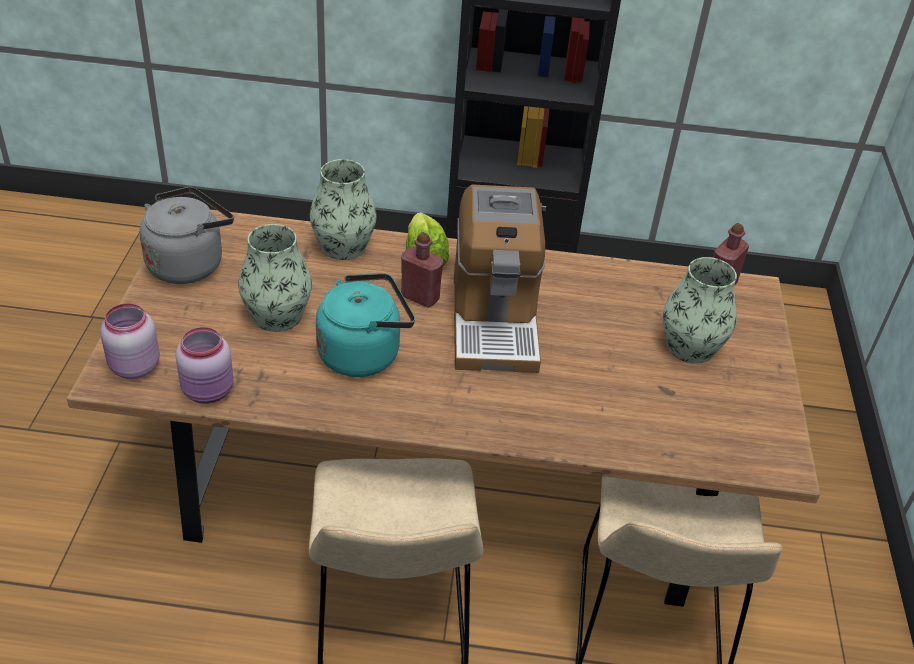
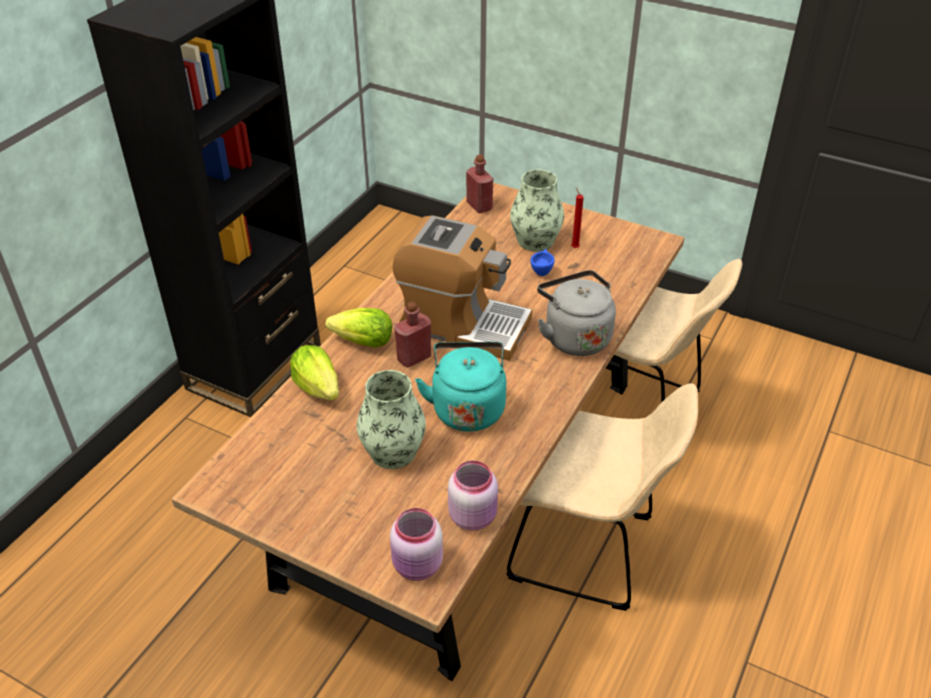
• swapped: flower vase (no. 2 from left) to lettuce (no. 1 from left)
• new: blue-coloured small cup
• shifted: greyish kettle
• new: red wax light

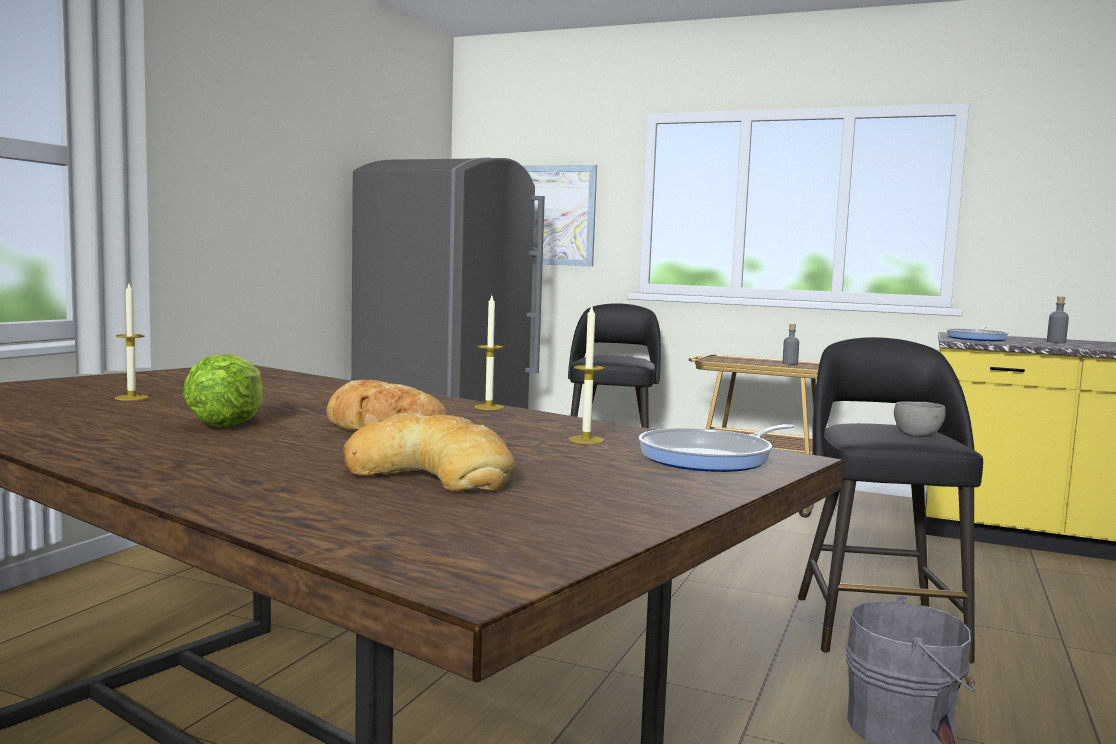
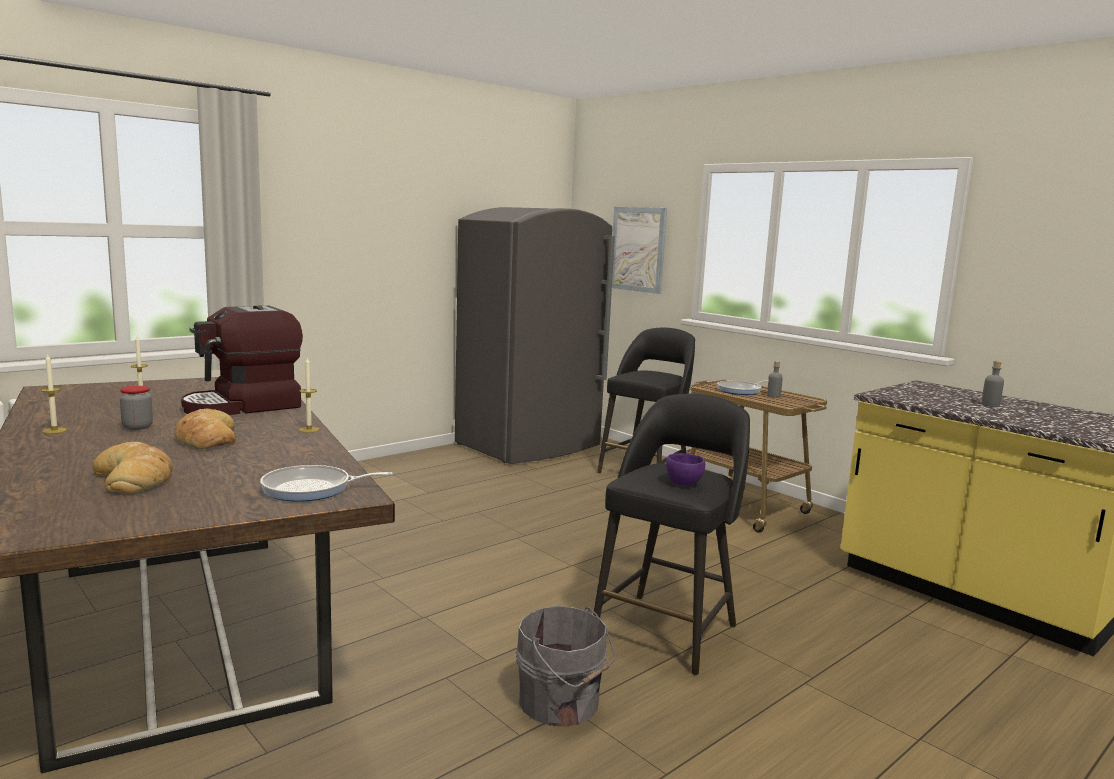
• shifted: wax light (no. 3 from left in the first image) to wax light (no. 1 from left)
• swapped: lettuce to jar
• new: coffee brewer
• repainted: greyish deep dish to purplish deep dish
• shifted: frying pan (no. 2 from left)

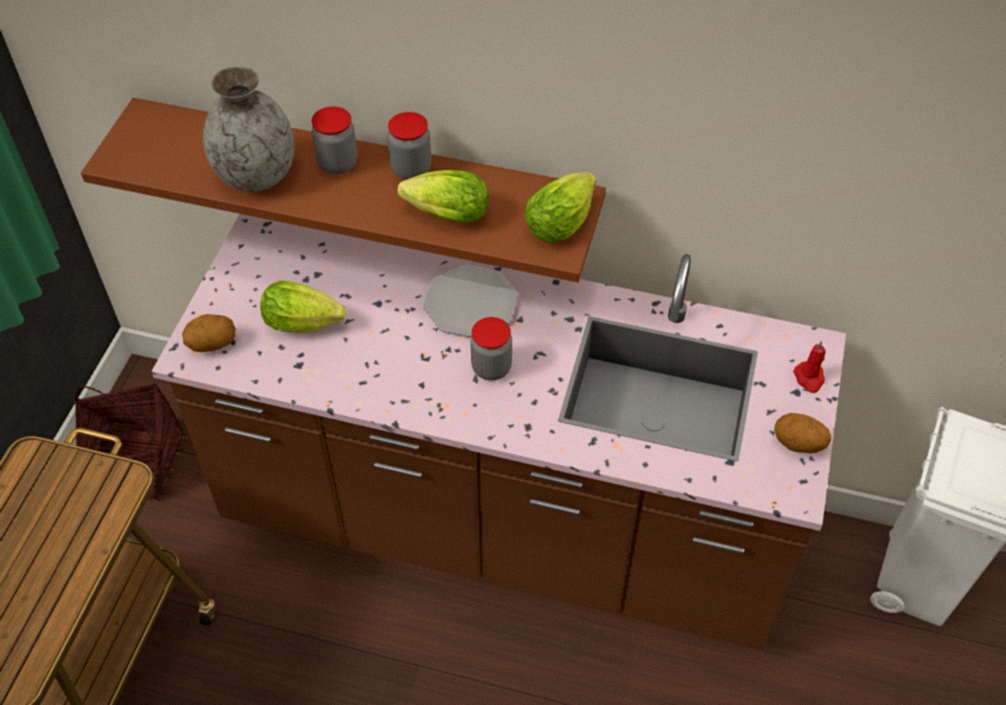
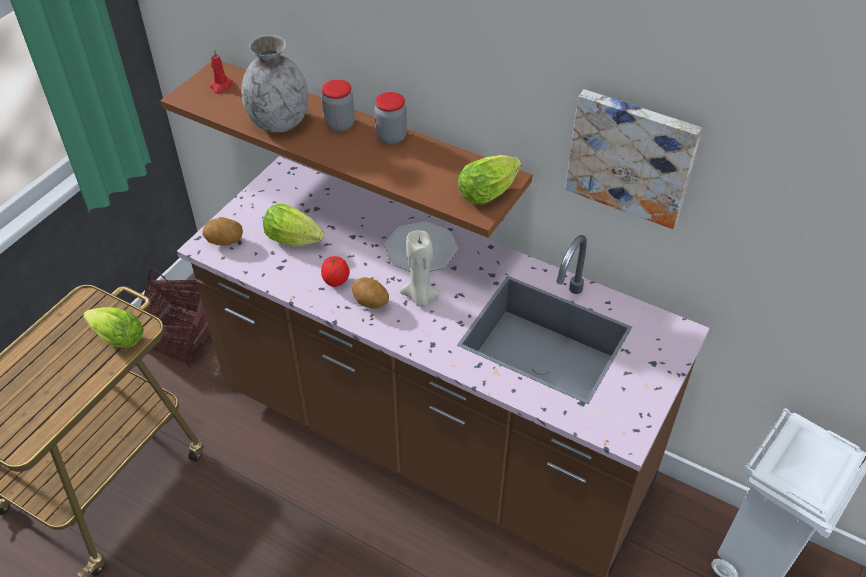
• shifted: lettuce (no. 2 from left in the first image) to lettuce (no. 1 from left)
• shifted: red wax light
• new: fresh tomato
• shifted: whole potato (no. 2 from left)
• swapped: jar (no. 3 from left) to sand-coloured wax light
• new: wall picture

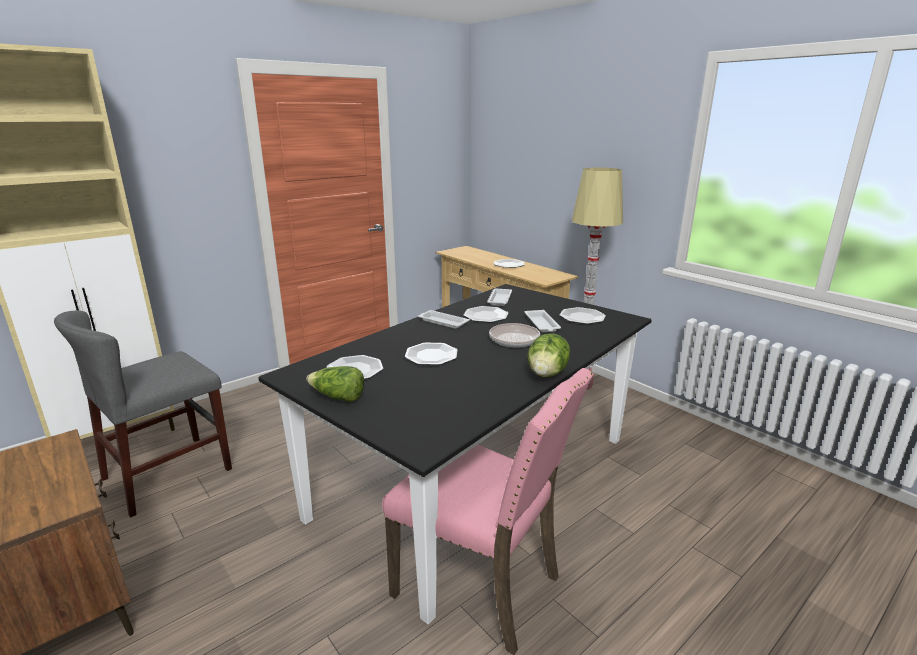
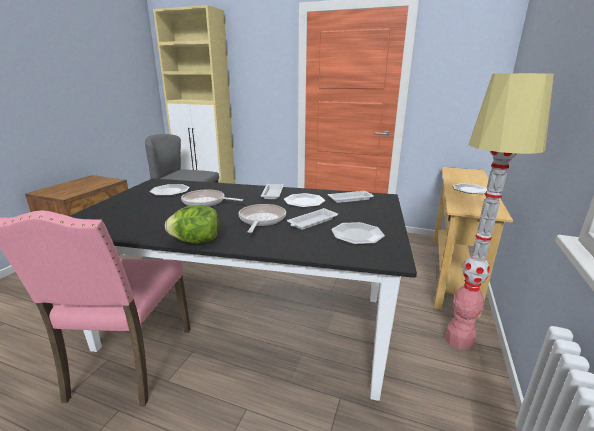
• swapped: dinner plate (no. 2 from left) to frying pan (no. 1 from left)
• gone: lettuce (no. 1 from left)

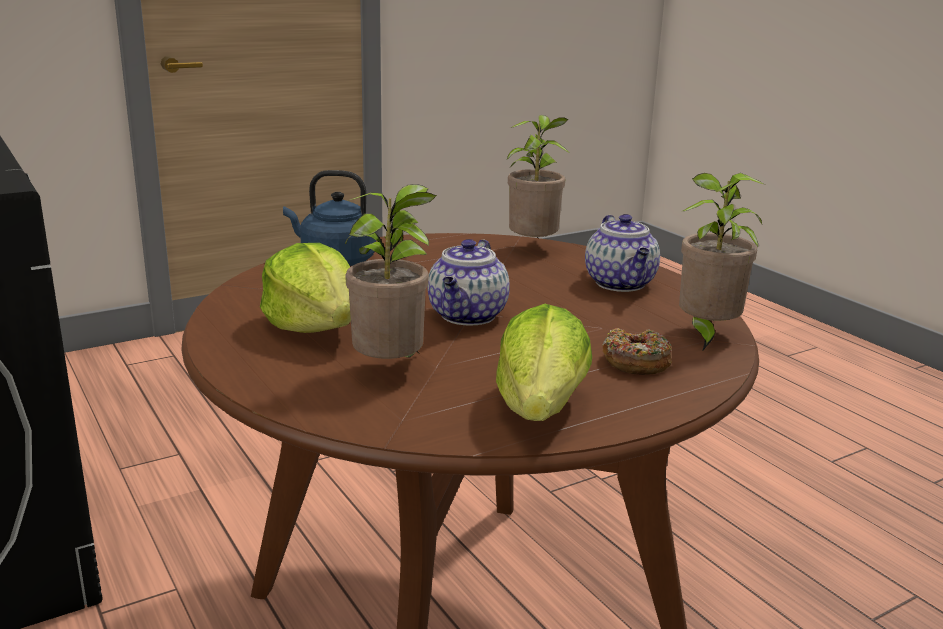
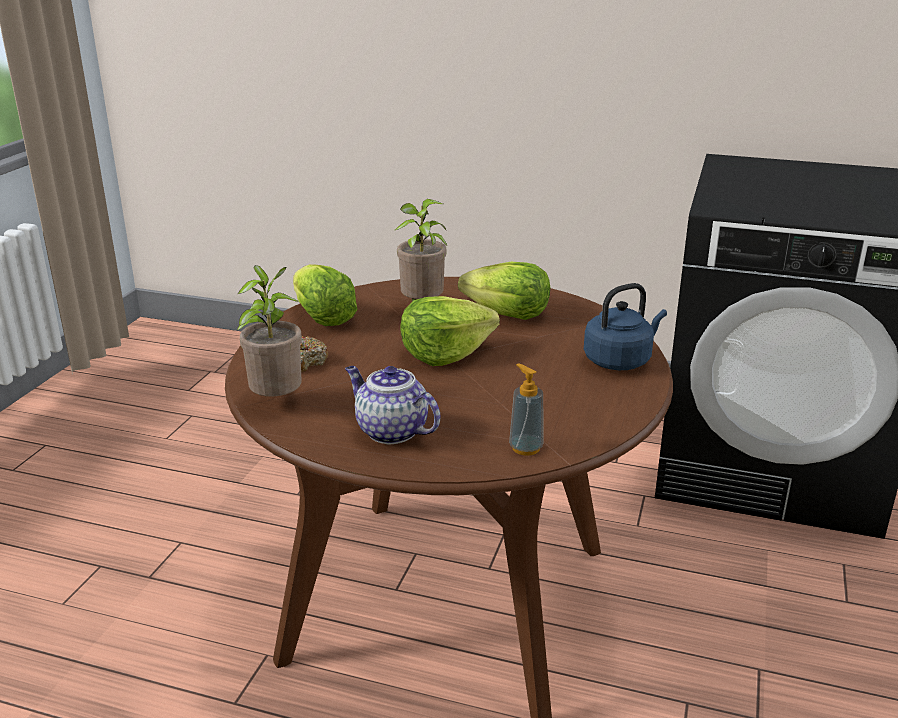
• swapped: tea pot (no. 1 from left) to lettuce (no. 2 from left)
• swapped: plant in a pot (no. 2 from left) to soap bottle

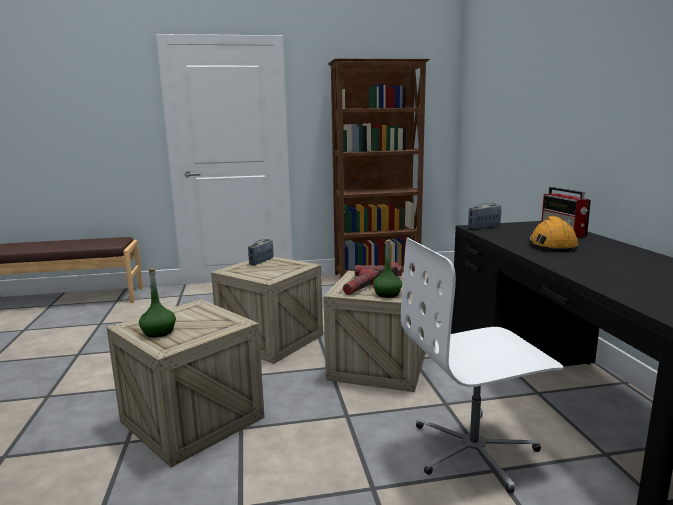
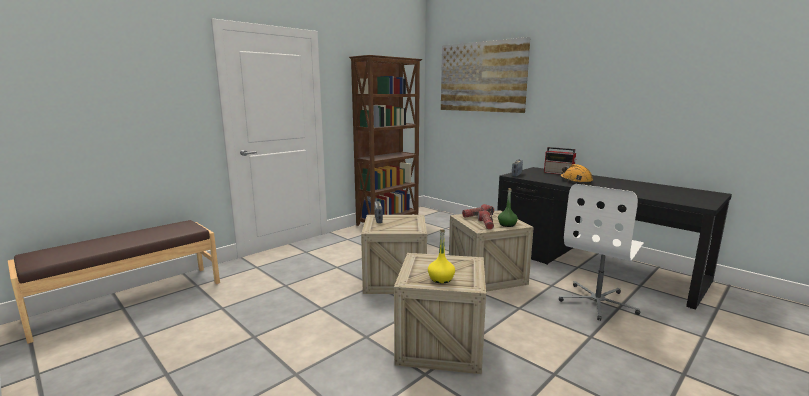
• repainted: greenish drink bottle (no. 1 from left) to yellowish drink bottle
• new: wall picture

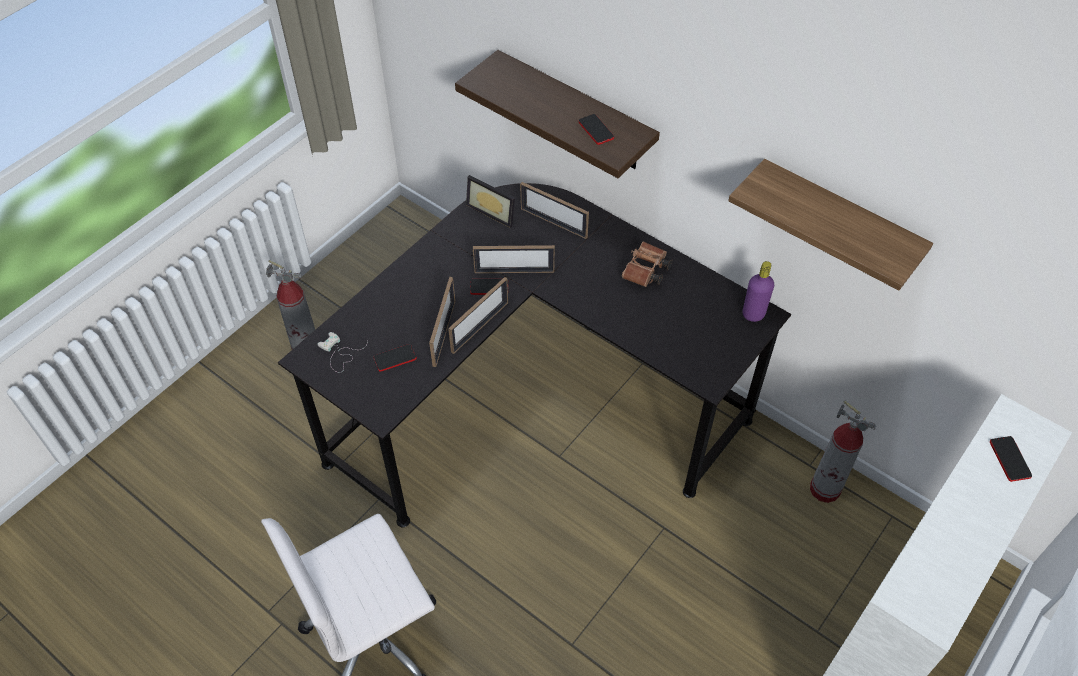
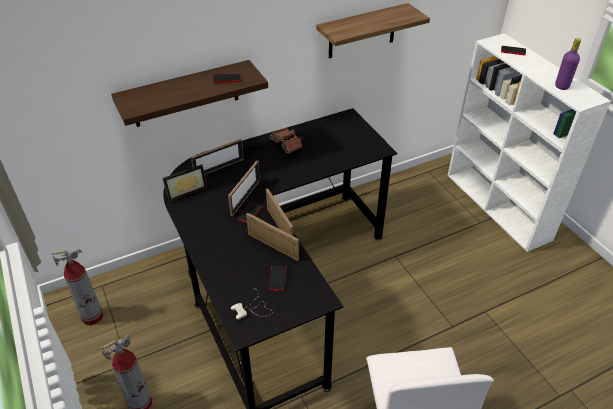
• shifted: fire extinguisher (no. 2 from left in the first image) to fire extinguisher (no. 1 from left)
• shifted: purplish drink bottle

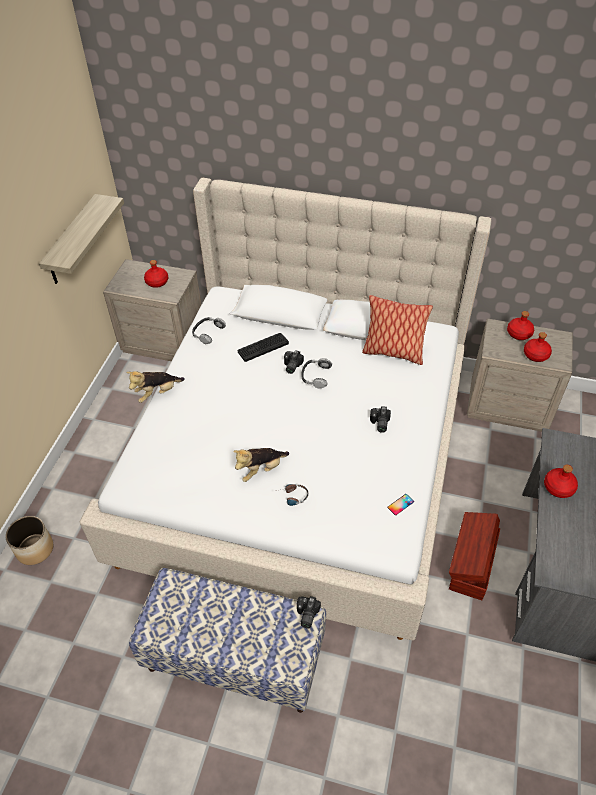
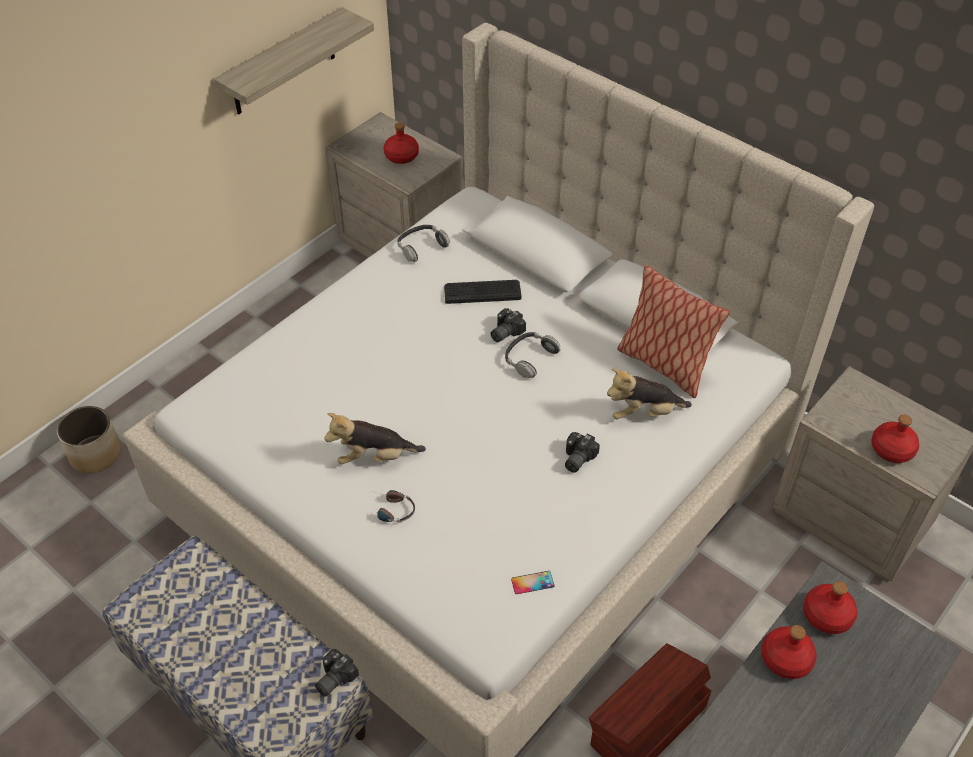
• shifted: cuddly toy (no. 1 from left in the first image) to cuddly toy (no. 2 from left)
• shifted: red drink bottle (no. 2 from left in the first image) to red drink bottle (no. 3 from left)

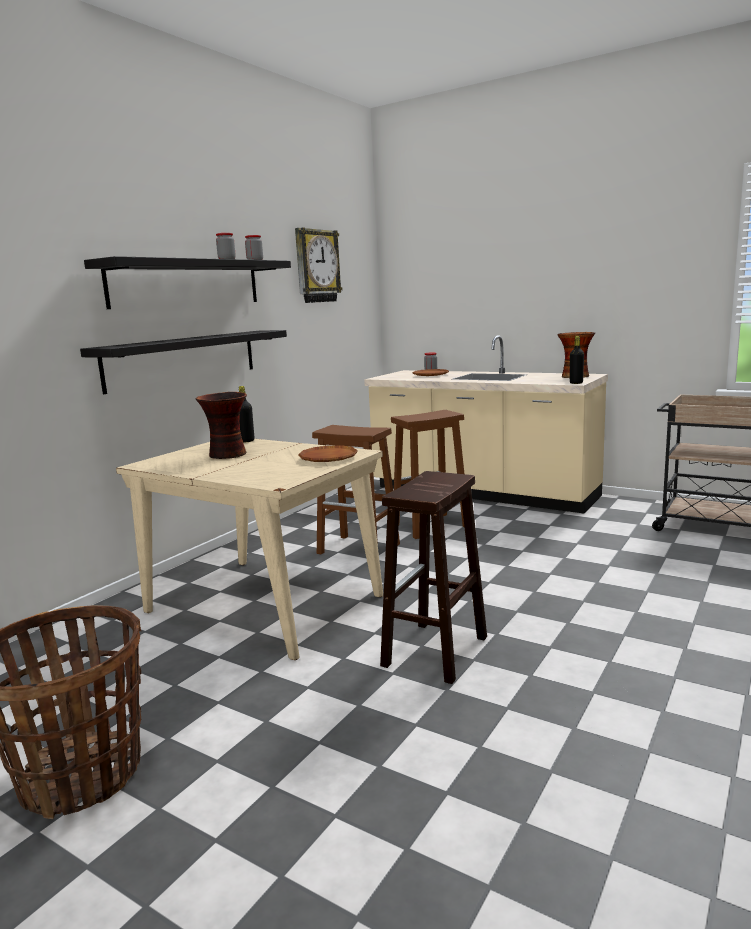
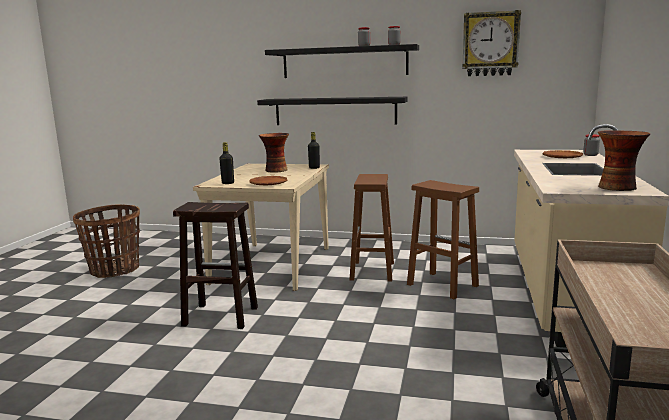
• shifted: black-coloured drink bottle (no. 2 from left in the first image) to black-coloured drink bottle (no. 1 from left)

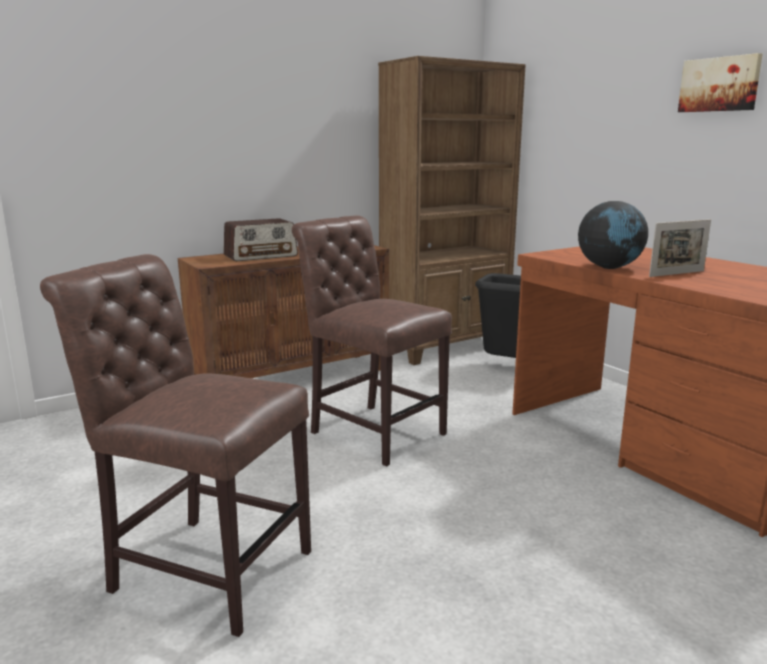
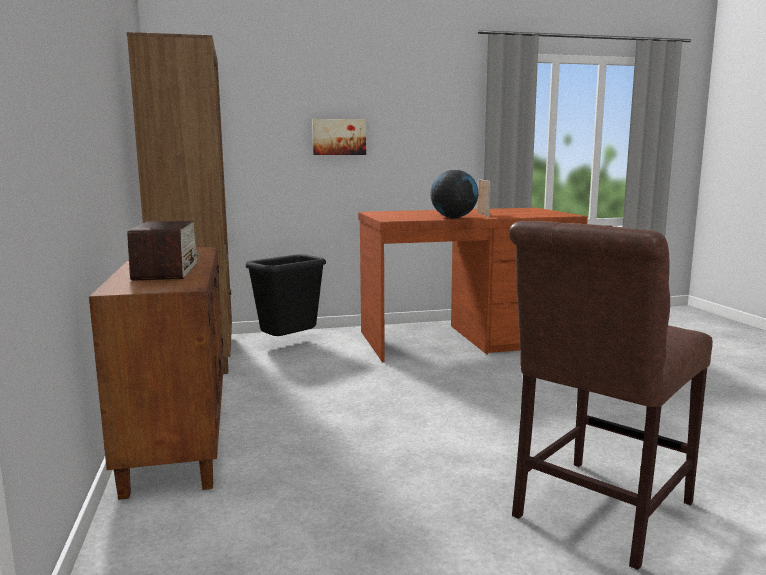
• shifted: wall picture
• gone: brown plain chair (no. 2 from left)

